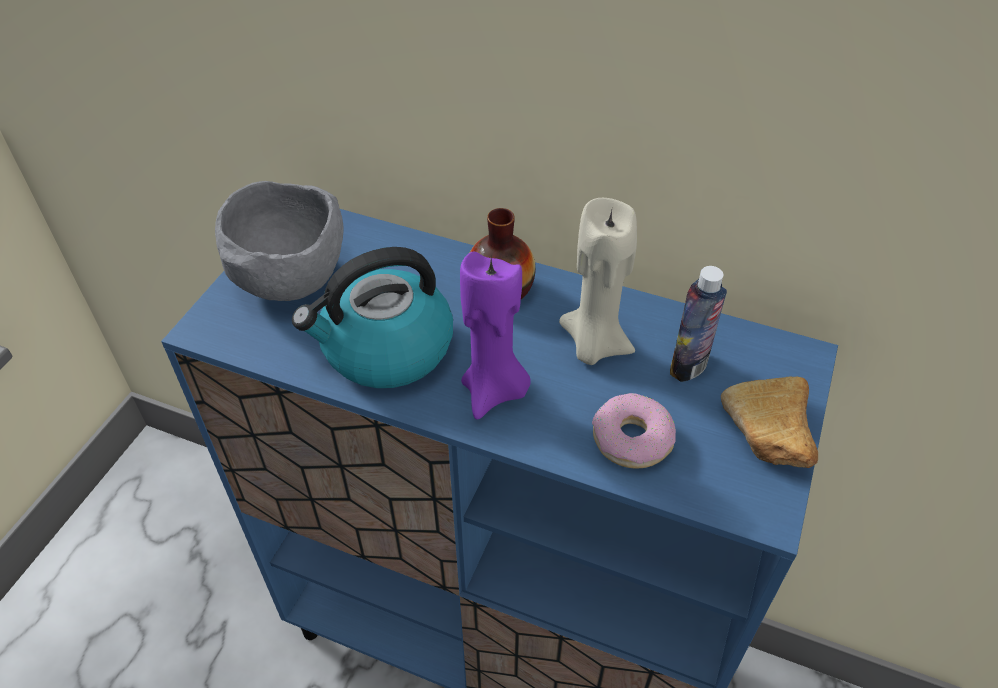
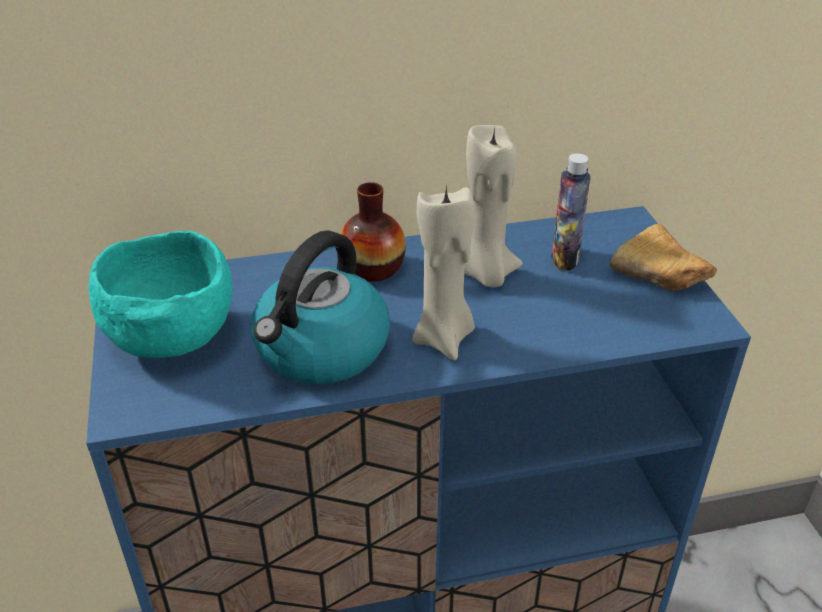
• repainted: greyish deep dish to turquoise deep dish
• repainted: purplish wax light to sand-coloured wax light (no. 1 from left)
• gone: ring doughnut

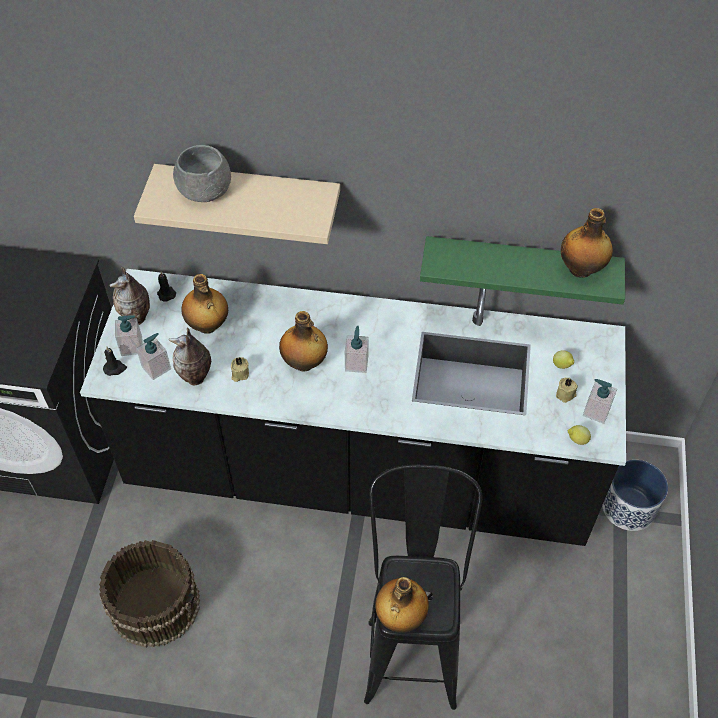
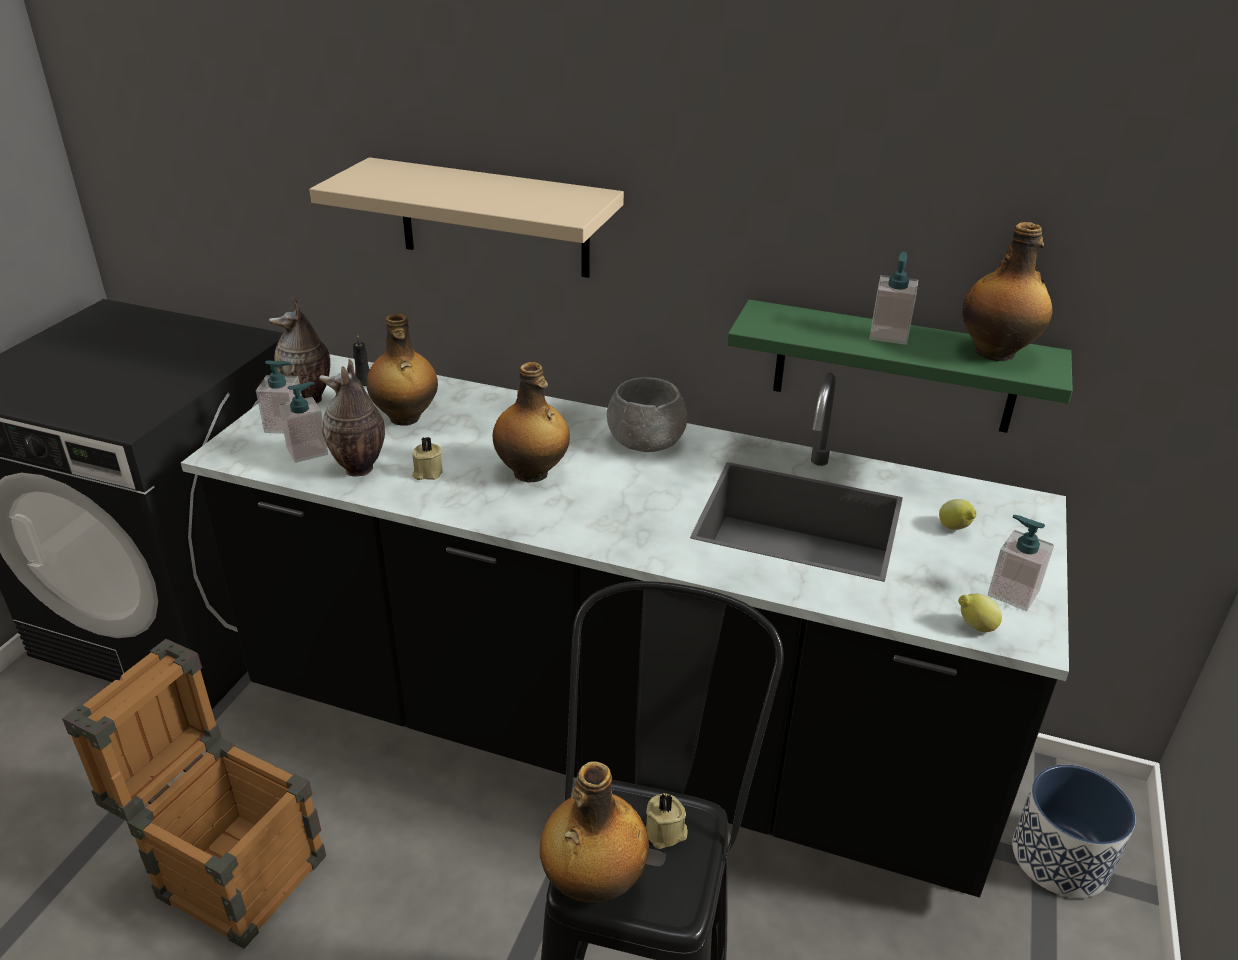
• swapped: brown water bucket to crate
• shifted: greyish deep dish
• shifted: sand-coloured wax light (no. 2 from left)
• shifted: soap bottle (no. 3 from left)
• gone: black-coloured wax light (no. 1 from left)

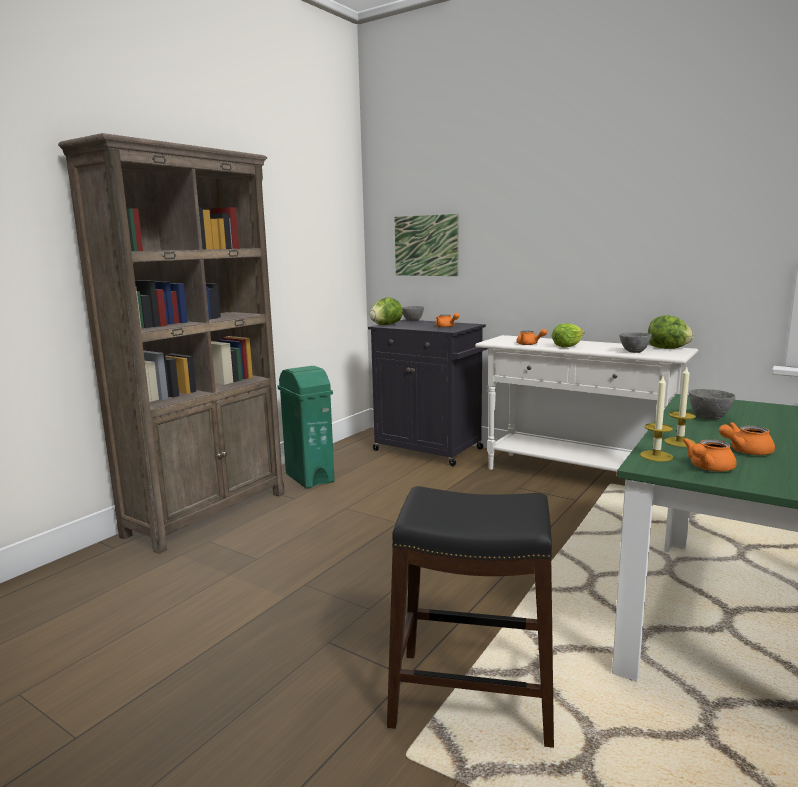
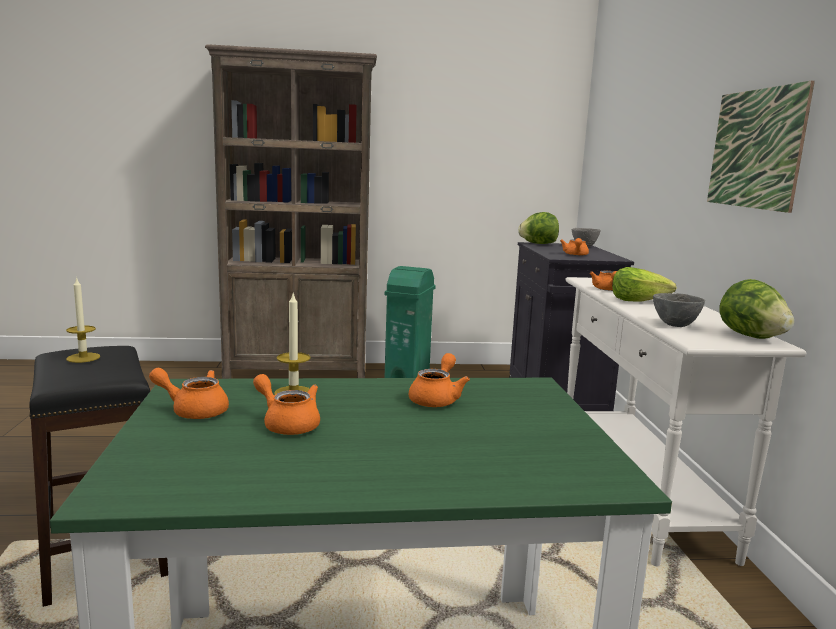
• shifted: wax light (no. 1 from left)
• swapped: greyish deep dish (no. 3 from left) to orange-coloured tea pot (no. 3 from left)
• shifted: wall picture

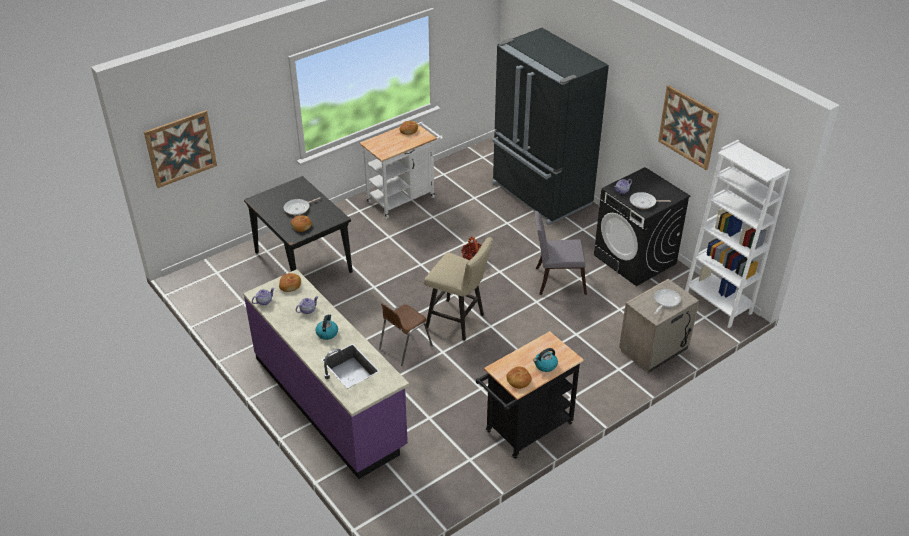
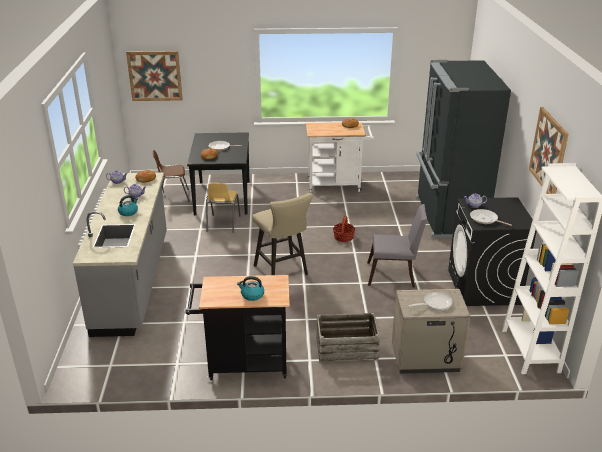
• repainted: purplish kitchen counter to greyish kitchen counter
• shifted: brown plain chair
• new: yellowish plain chair
• new: crate
• rotated: greyish plain chair 150 degrees clockwise
• gone: baked bread (no. 4 from left)

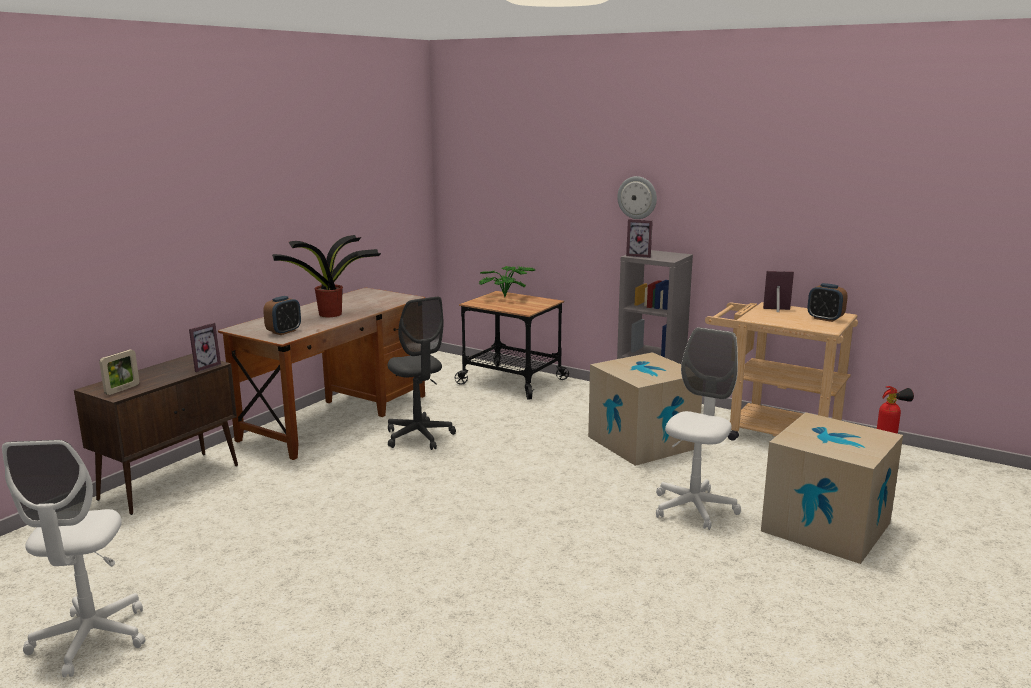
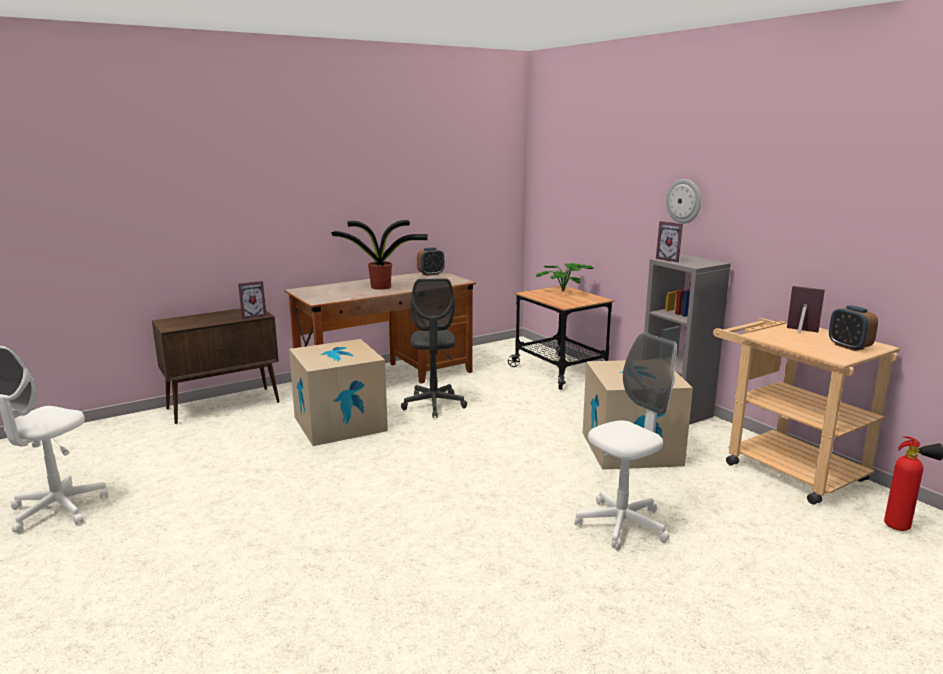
• shifted: carton (no. 2 from left in the first image) to carton (no. 1 from left)
• shifted: alarm clock (no. 1 from left)
• gone: standing frame (no. 1 from left)

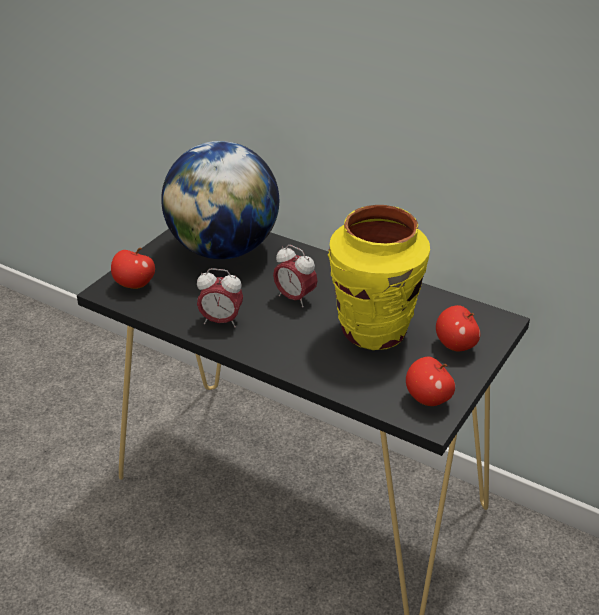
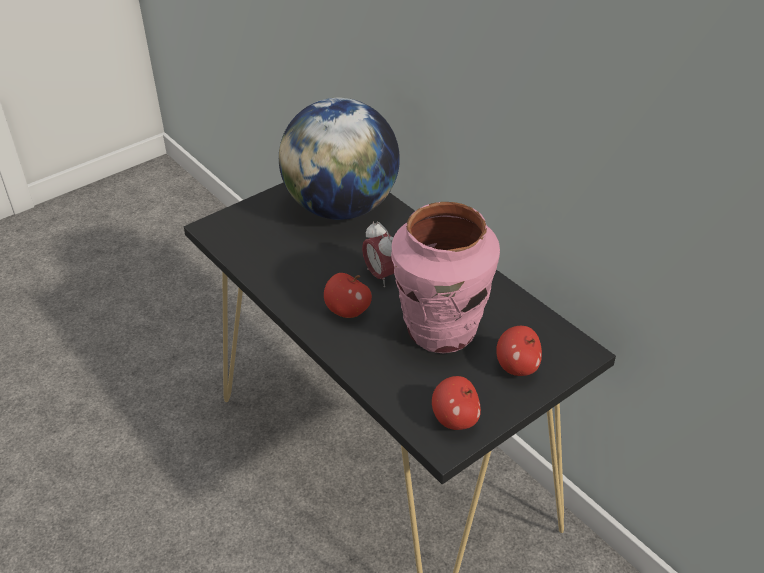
• shifted: whole apple (no. 1 from left)
• repainted: yellowish flower vase to pink-coloured flower vase
• gone: alarm clock (no. 1 from left)

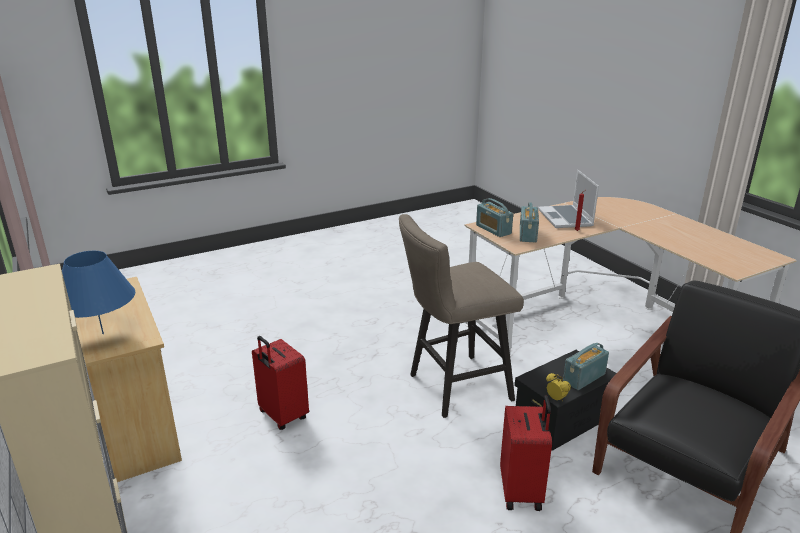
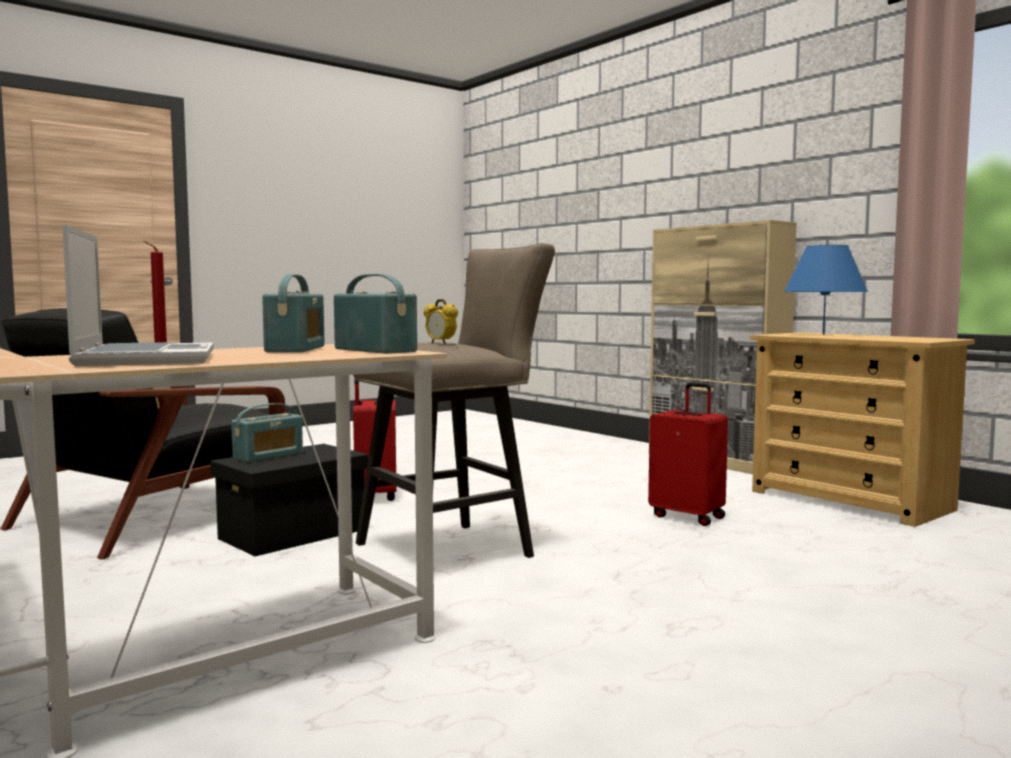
• shifted: alarm clock

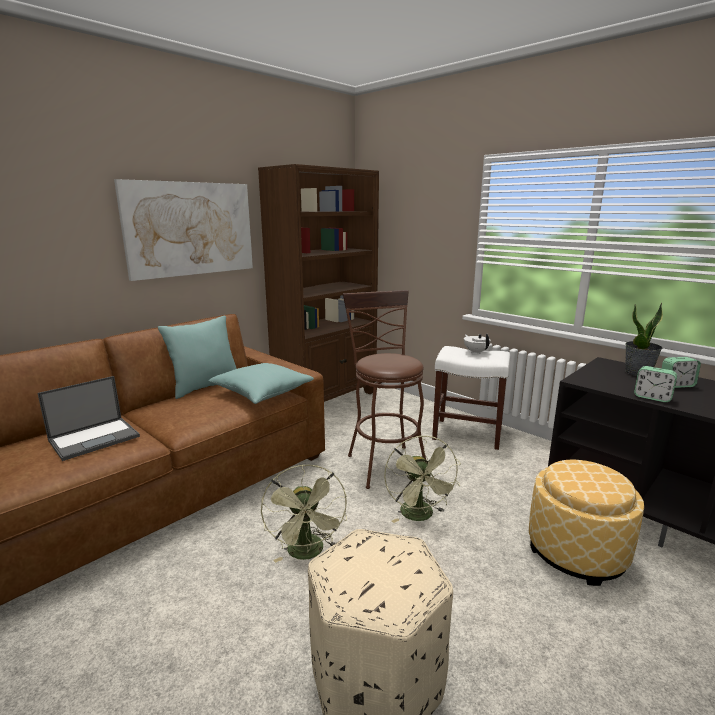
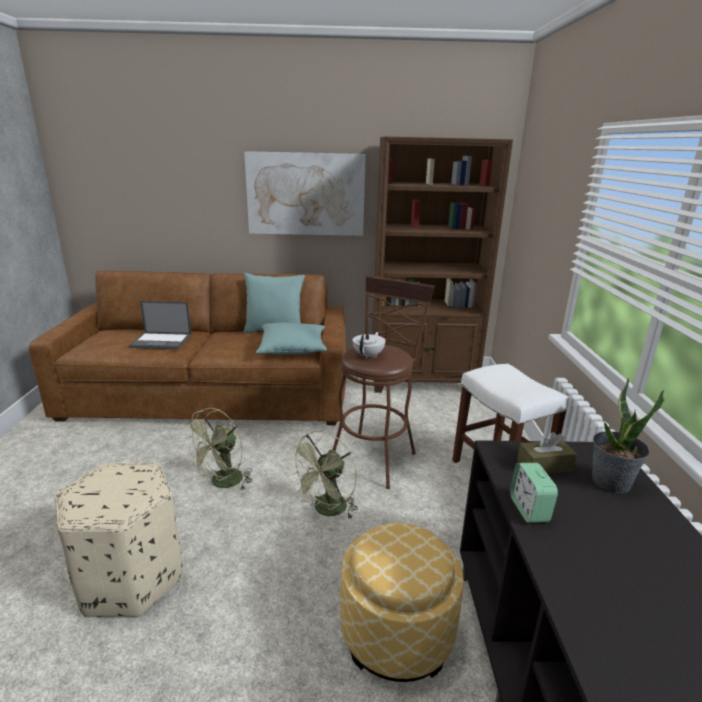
• shifted: whitish tea pot
• new: brown tissue box
• gone: alarm clock (no. 2 from left)

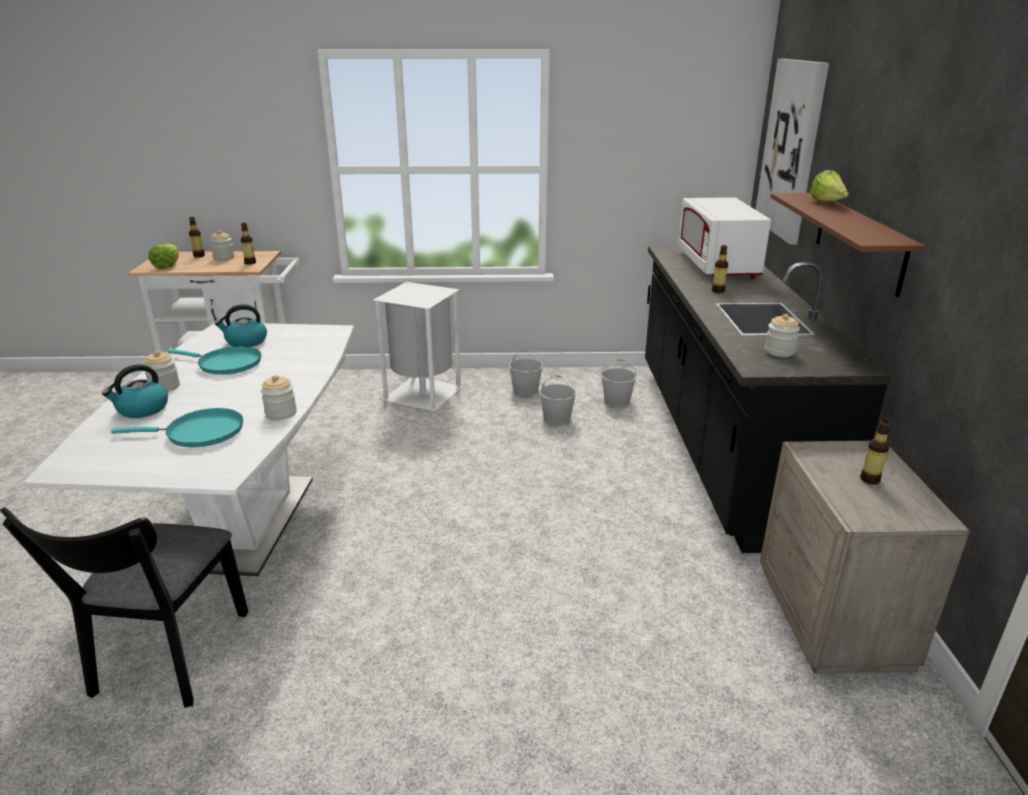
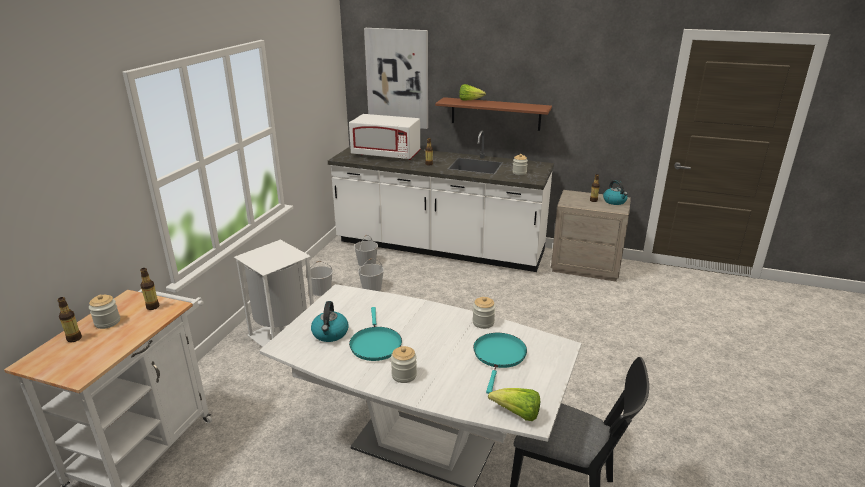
• repainted: black-coloured kitchen counter to whitish kitchen counter
• rotated: turquoise frying pan (no. 2 from left in the first image) 135 degrees clockwise
• shifted: lettuce (no. 1 from left in the first image) to lettuce (no. 2 from left)
• shifted: kettle (no. 1 from left in the first image) to kettle (no. 2 from left)

